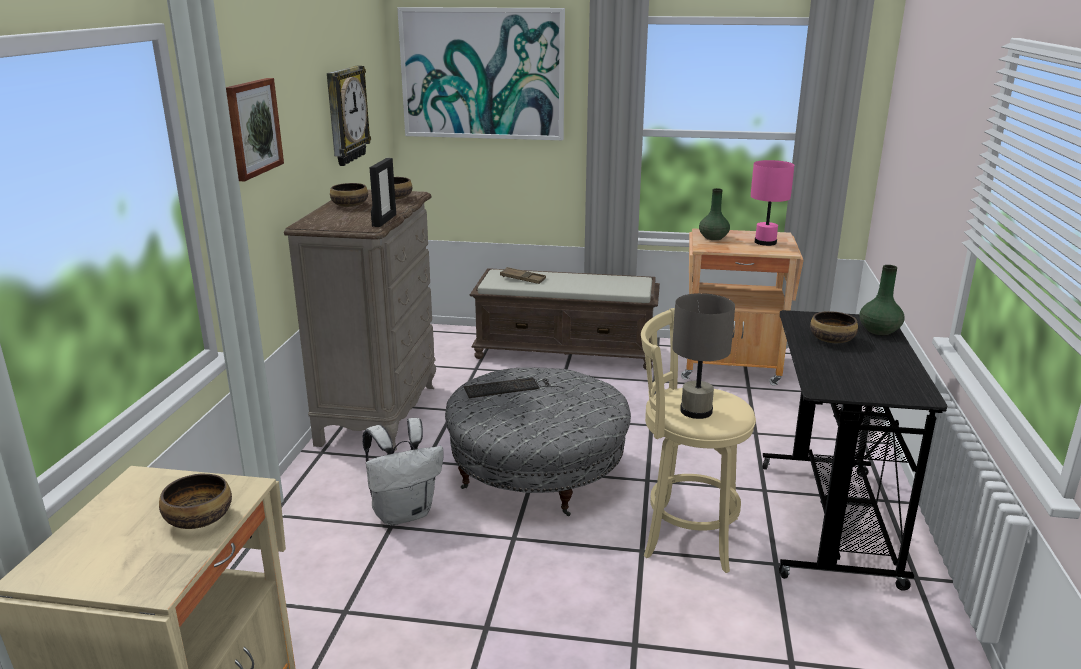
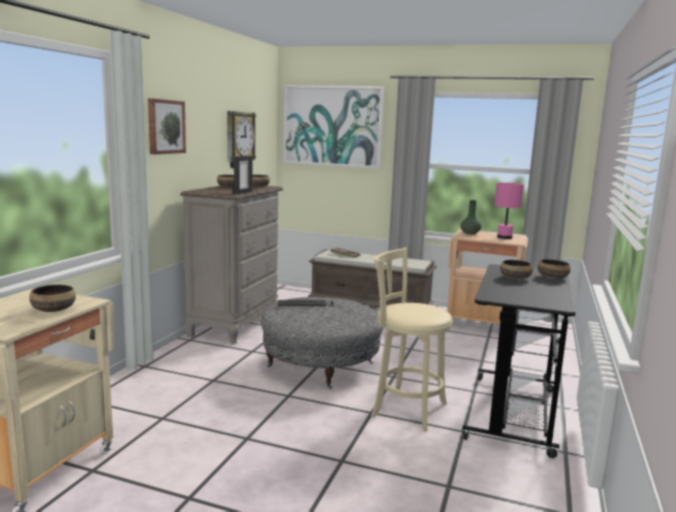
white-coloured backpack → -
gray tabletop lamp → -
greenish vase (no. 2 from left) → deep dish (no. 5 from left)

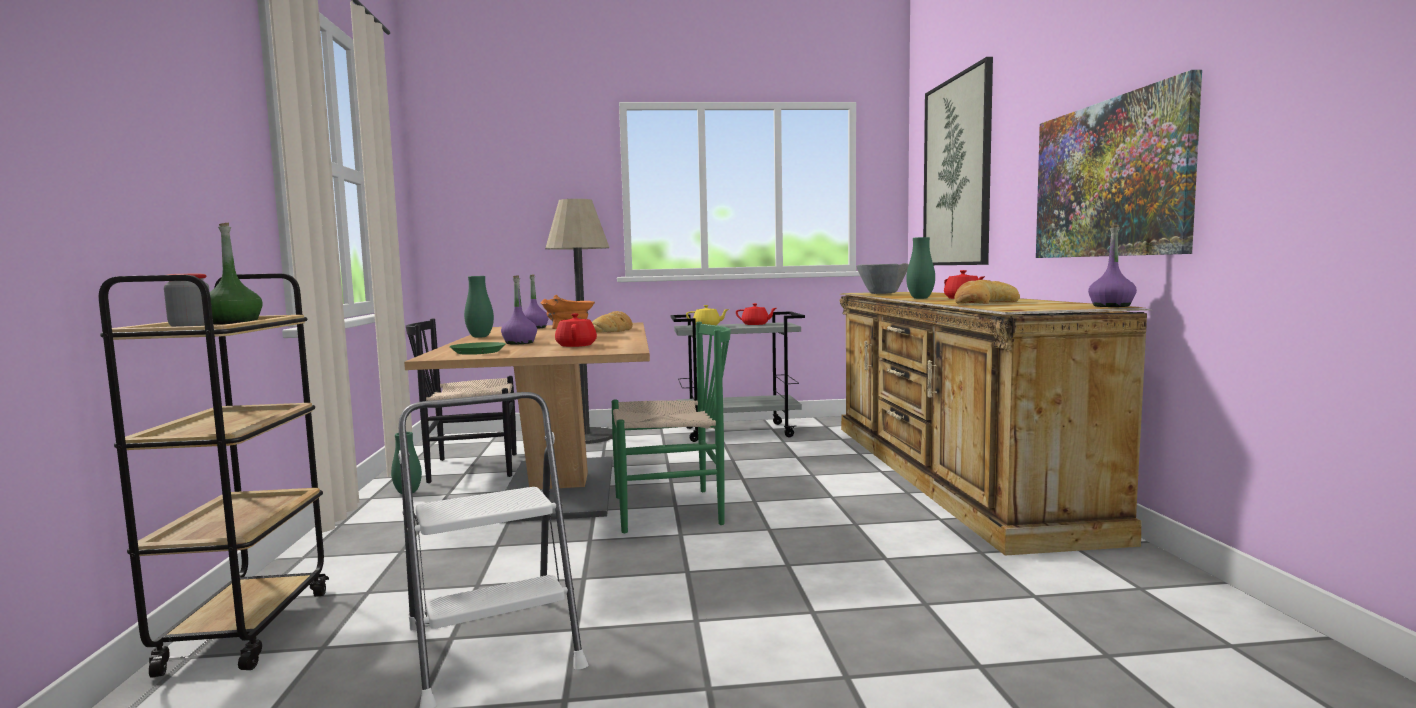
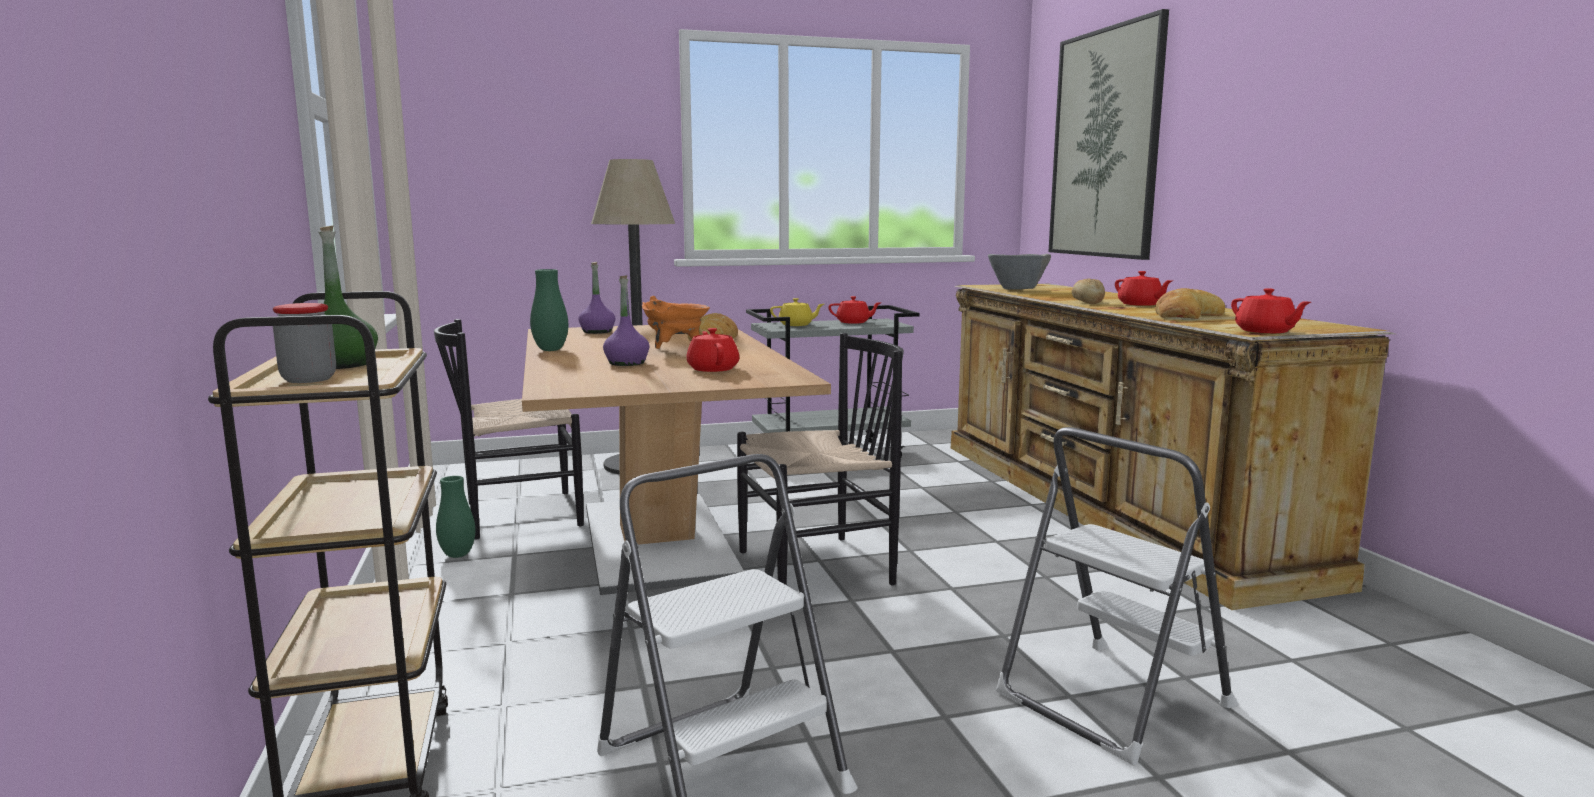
greenish dinner plate → -
greenish chair → black-coloured chair (no. 2 from left)
greenish vase (no. 3 from left) → bakery bread (no. 2 from left)
picture (no. 2 from left) → -
purple-coloured beverage bottle (no. 3 from left) → -
- → white-coloured stepladder (no. 2 from left)
- → red pot for tea (no. 4 from left)

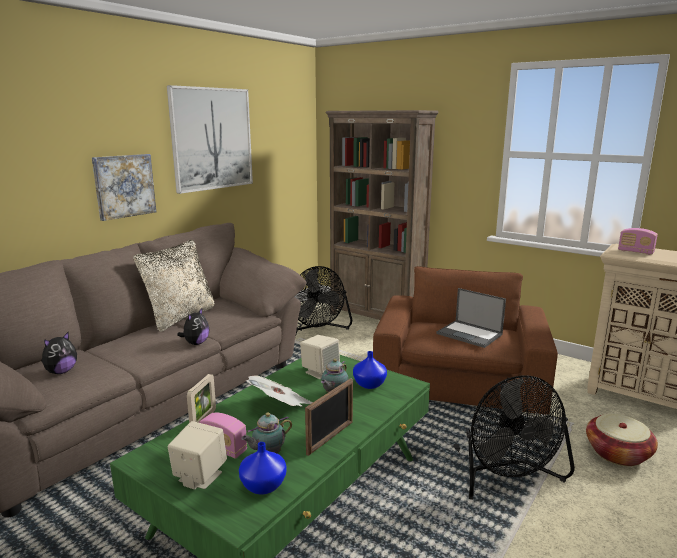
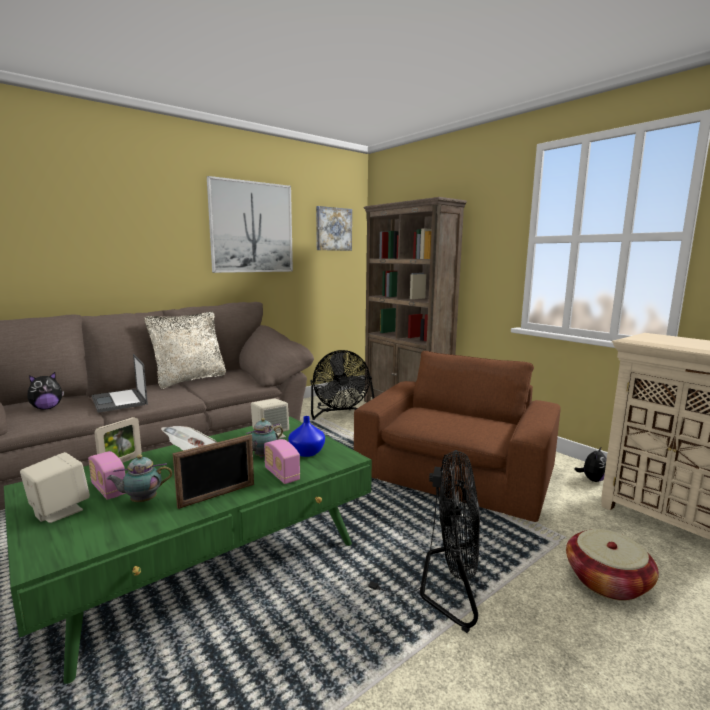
picture (no. 1 from left in the first image) → picture (no. 2 from left), relocated
plush toy (no. 2 from left), relocated
blue vase (no. 1 from left) → -
notebook computer, relocated
black-coloured electric fan (no. 2 from left), 75 degrees counterclockwise
radio receiver (no. 2 from left), relocated

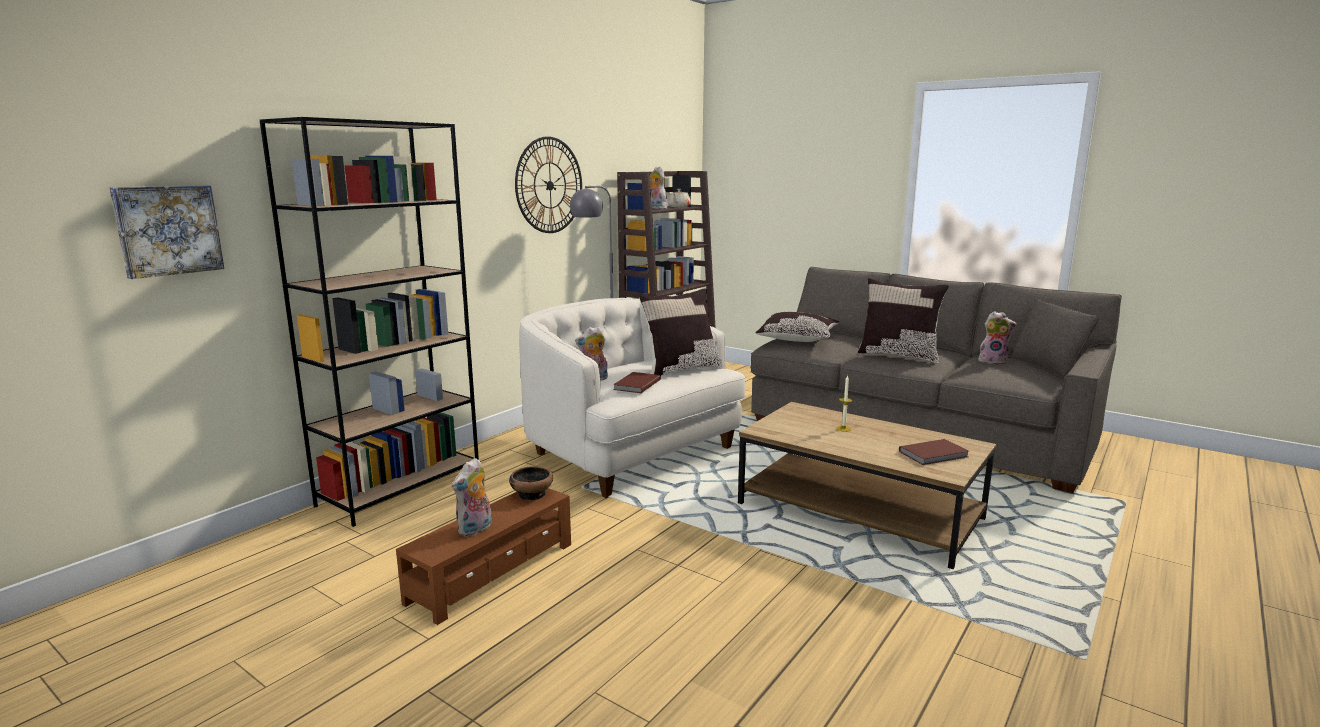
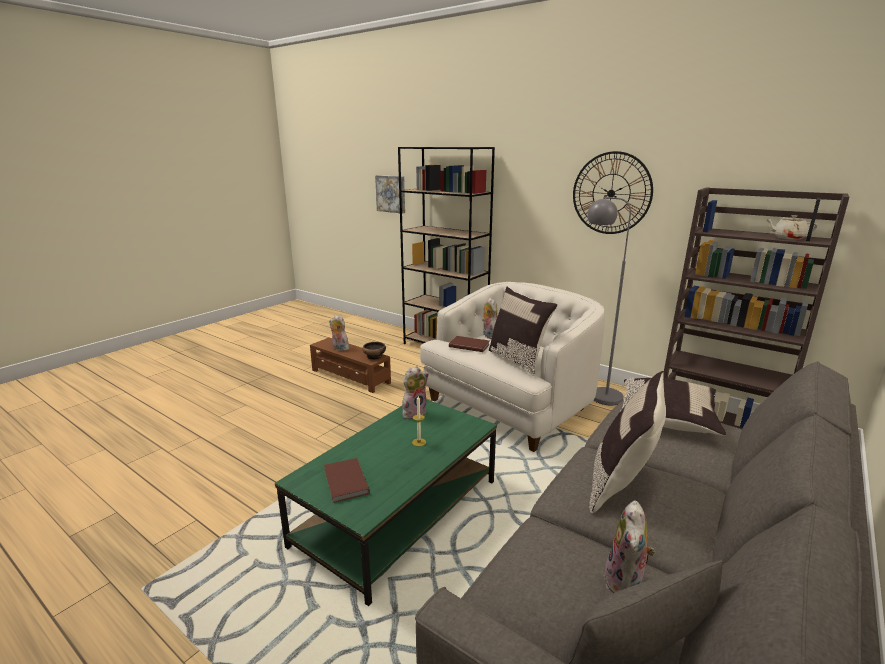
plush toy (no. 3 from left in the first image) → plush toy (no. 2 from left), relocated
brownish lounge table → greenish lounge table

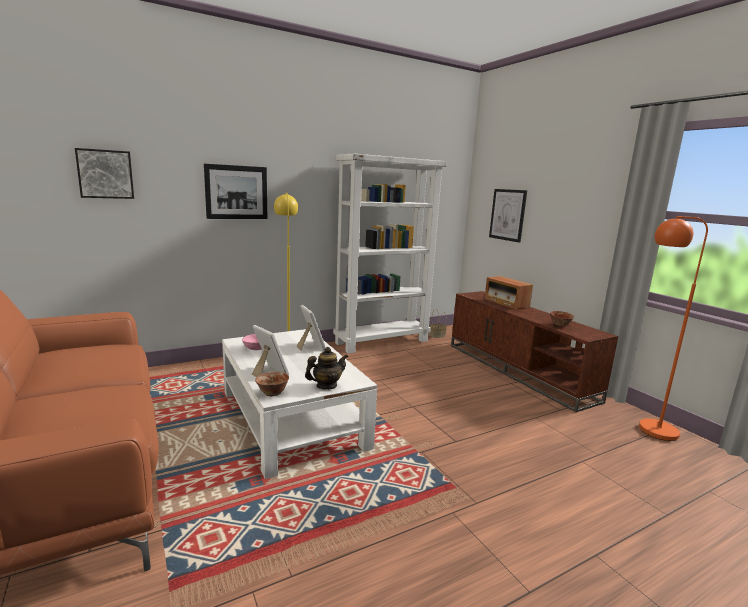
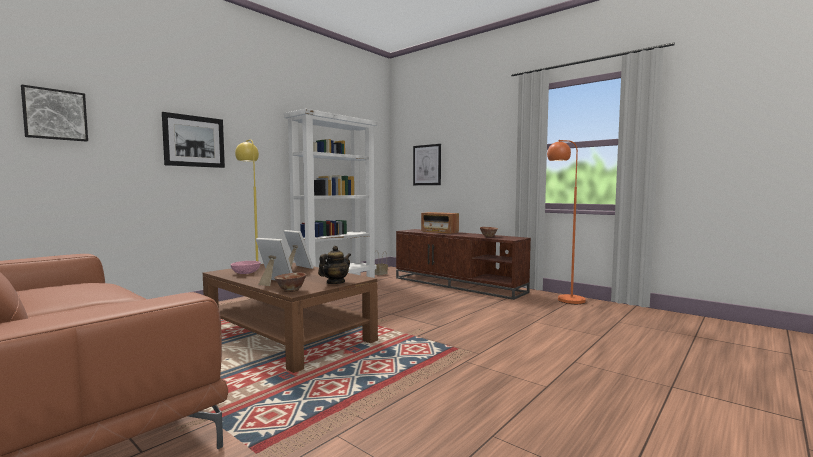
white-coloured lounge table → brownish lounge table

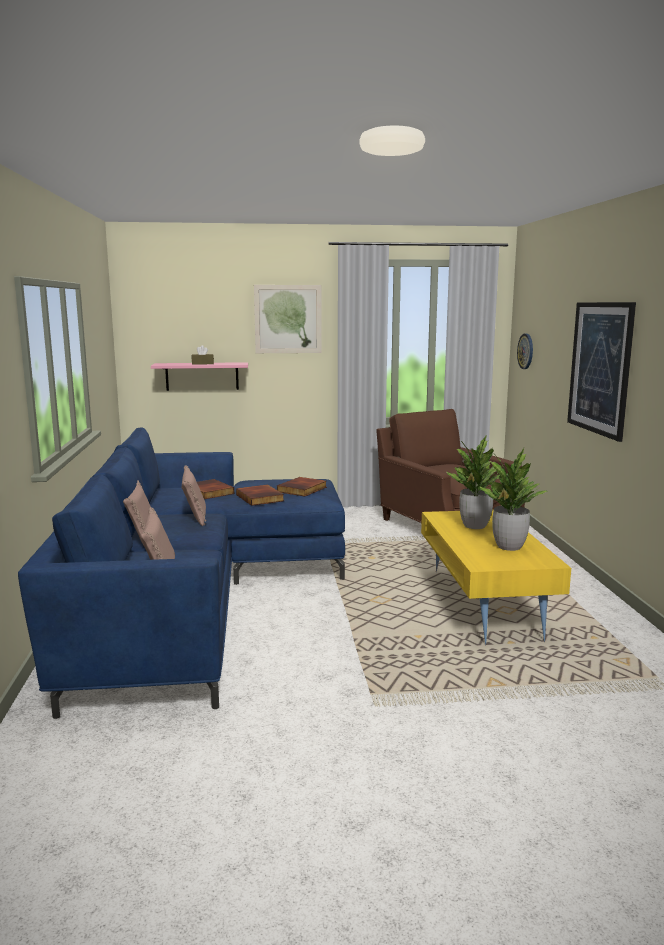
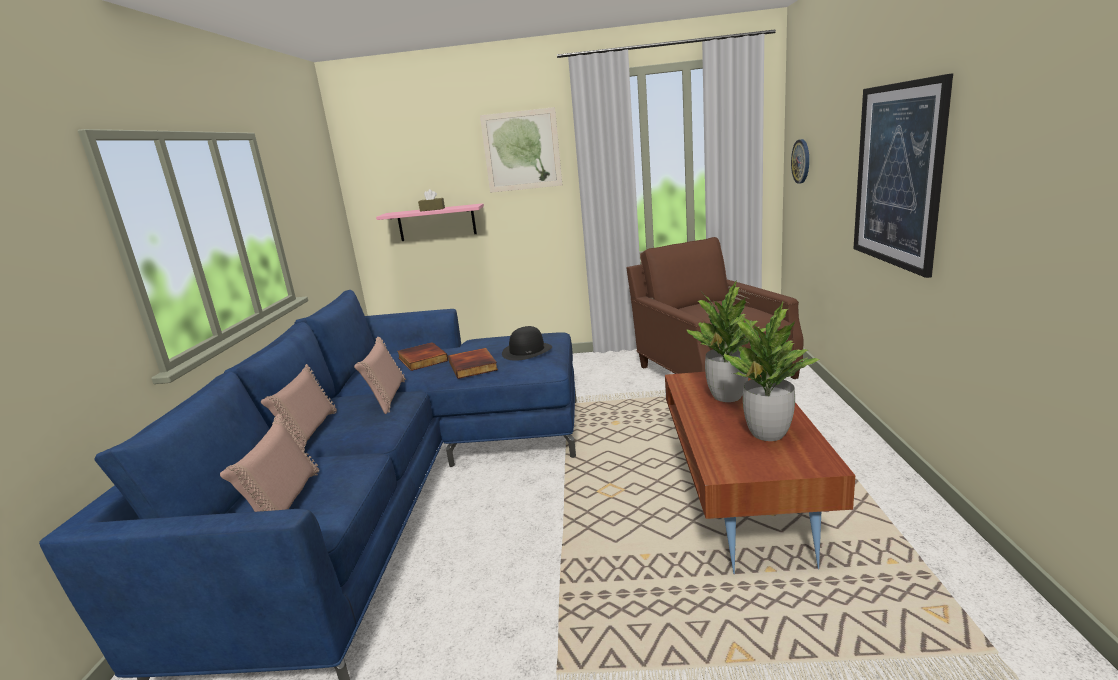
bound book (no. 3 from left) → black-coloured hat
yellowish lounge table → brownish lounge table

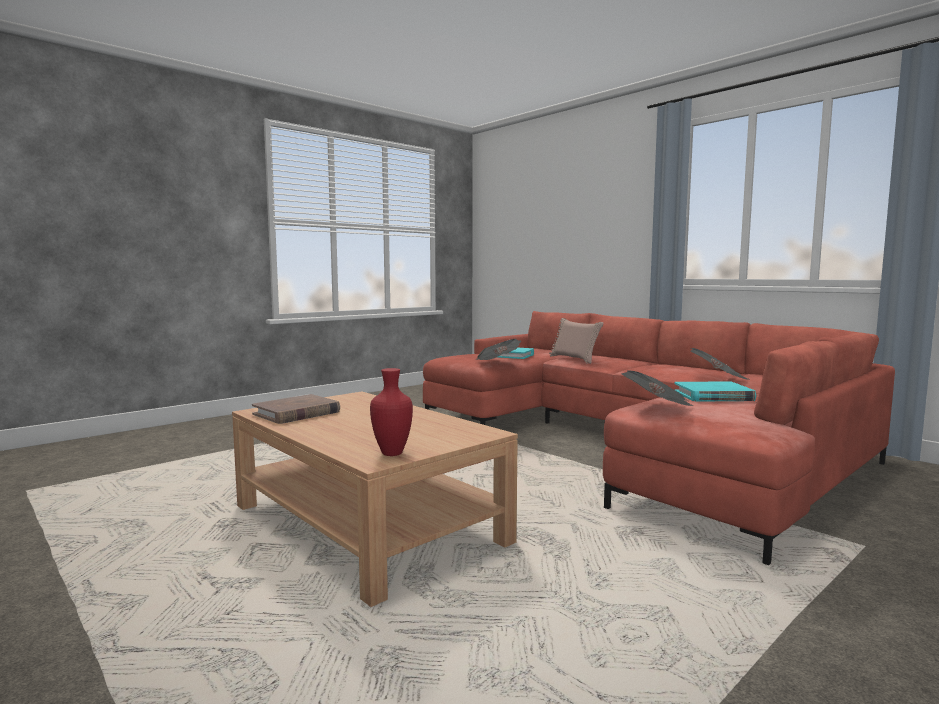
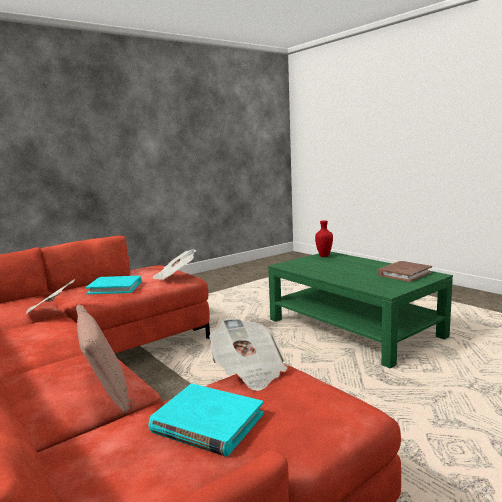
brownish lounge table → greenish lounge table

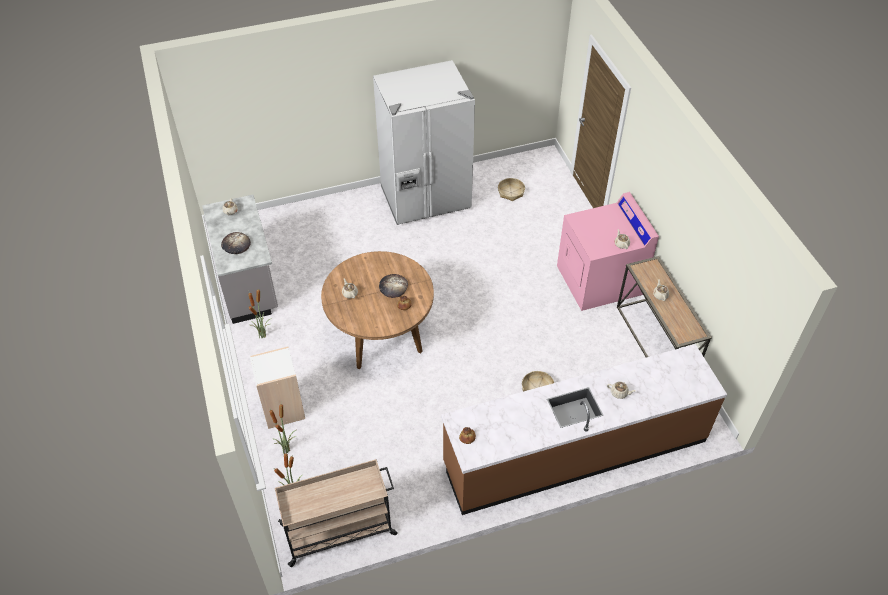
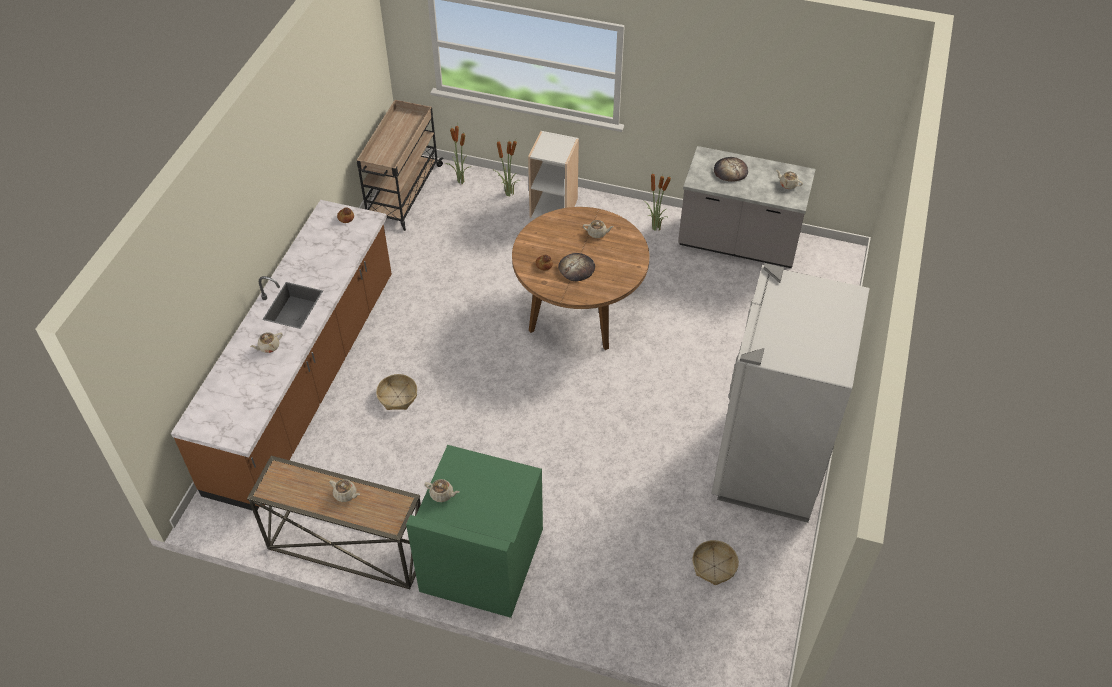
pink washing machine → greenish washing machine

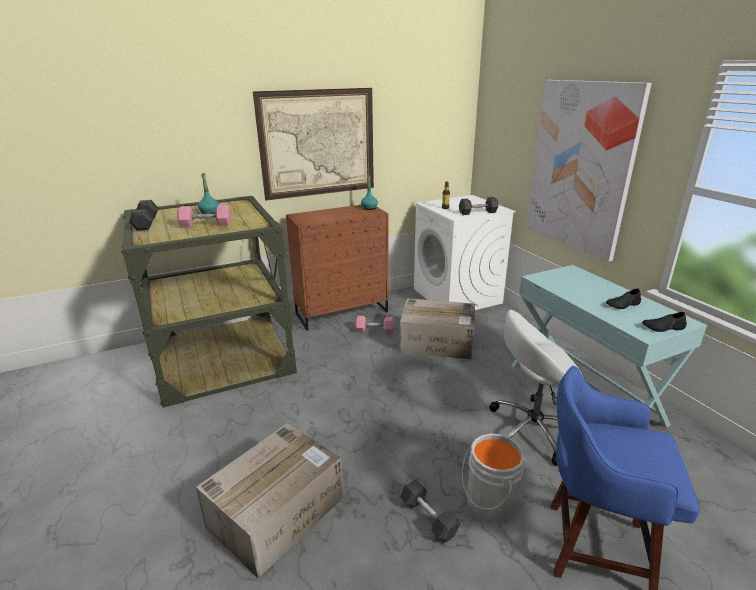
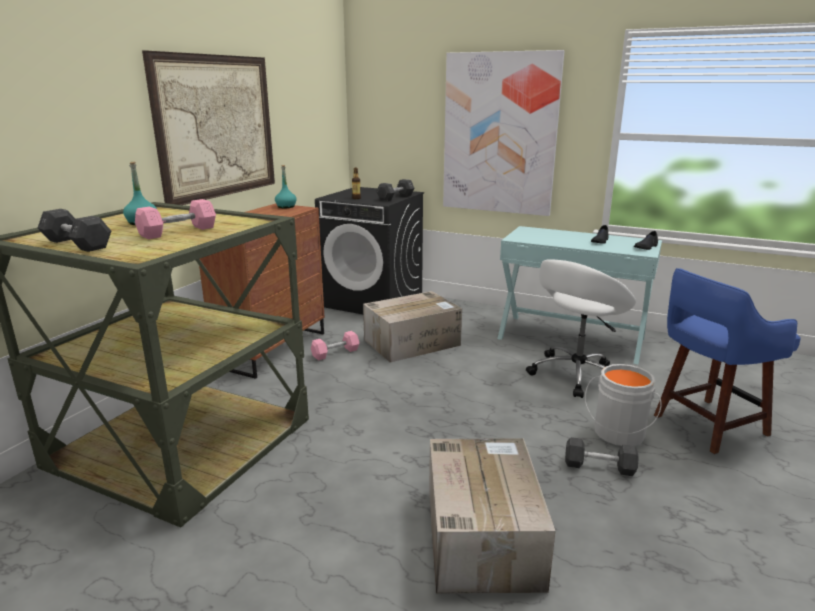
white-coloured washing machine → black-coloured washing machine

